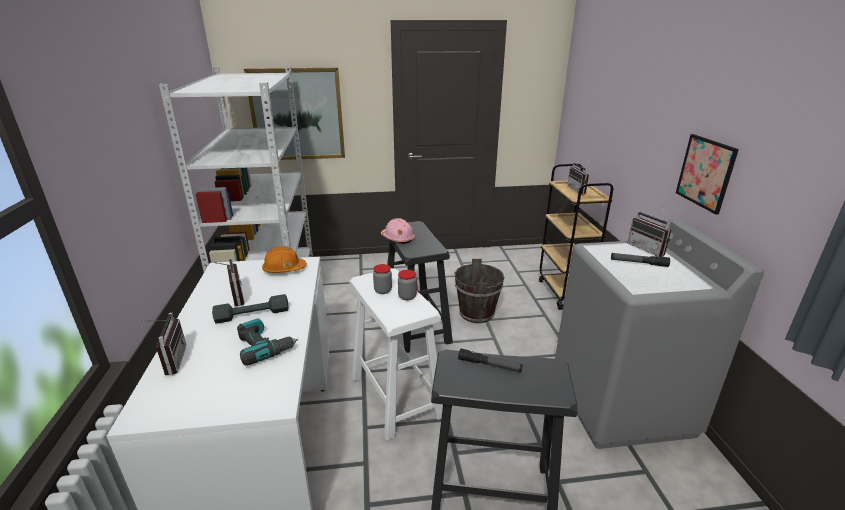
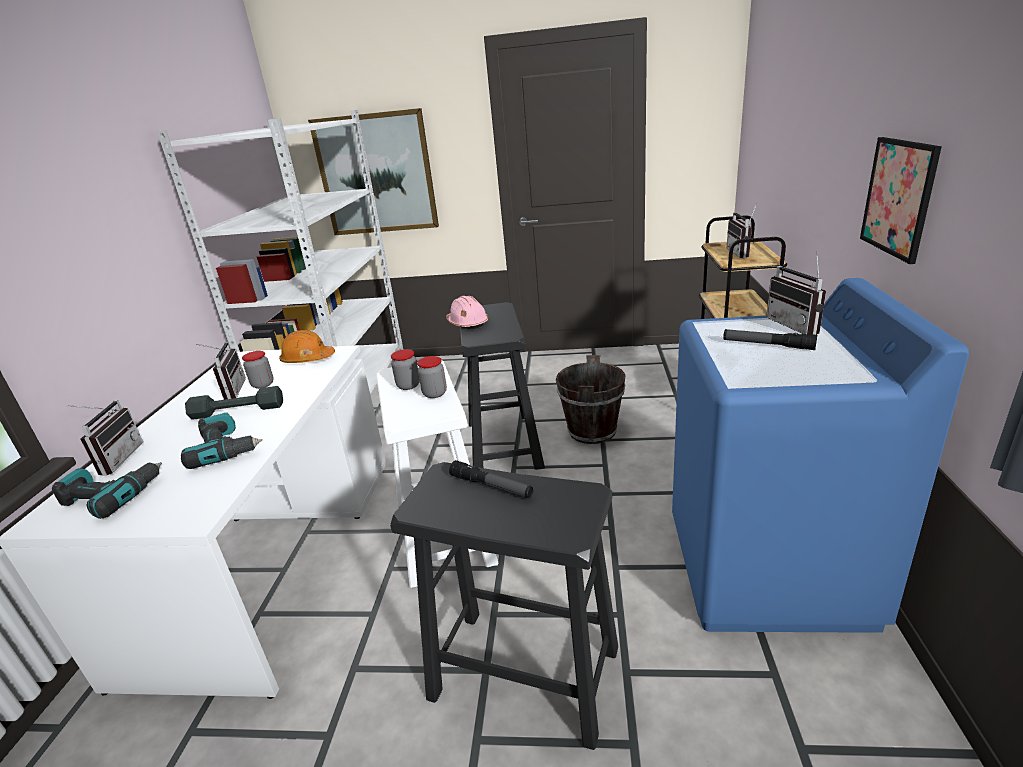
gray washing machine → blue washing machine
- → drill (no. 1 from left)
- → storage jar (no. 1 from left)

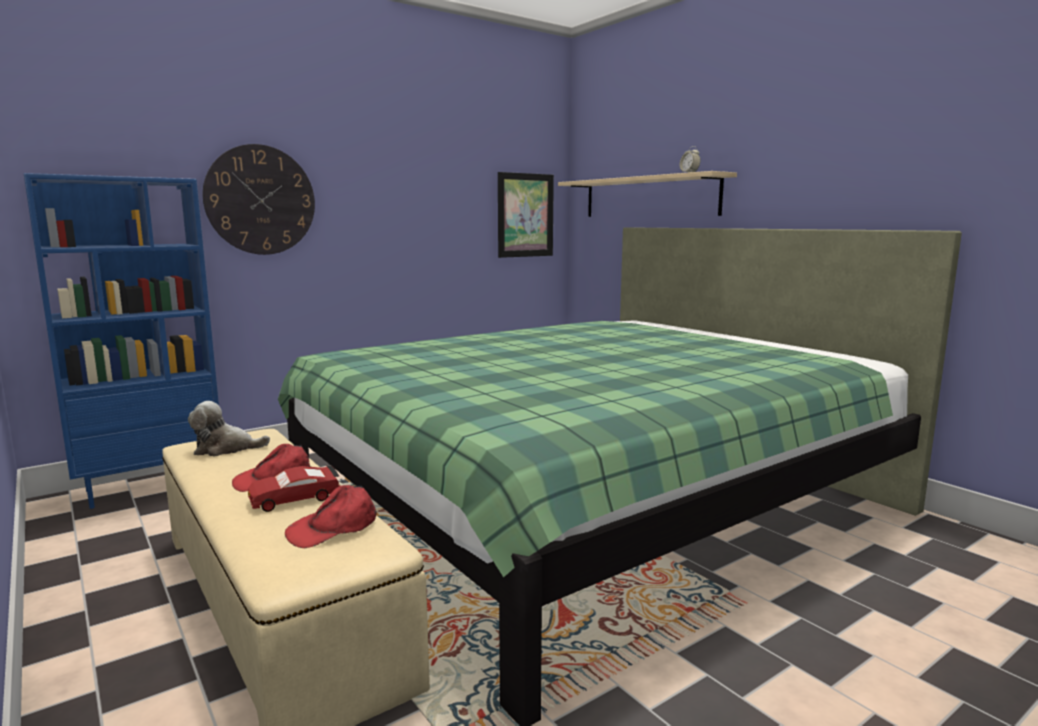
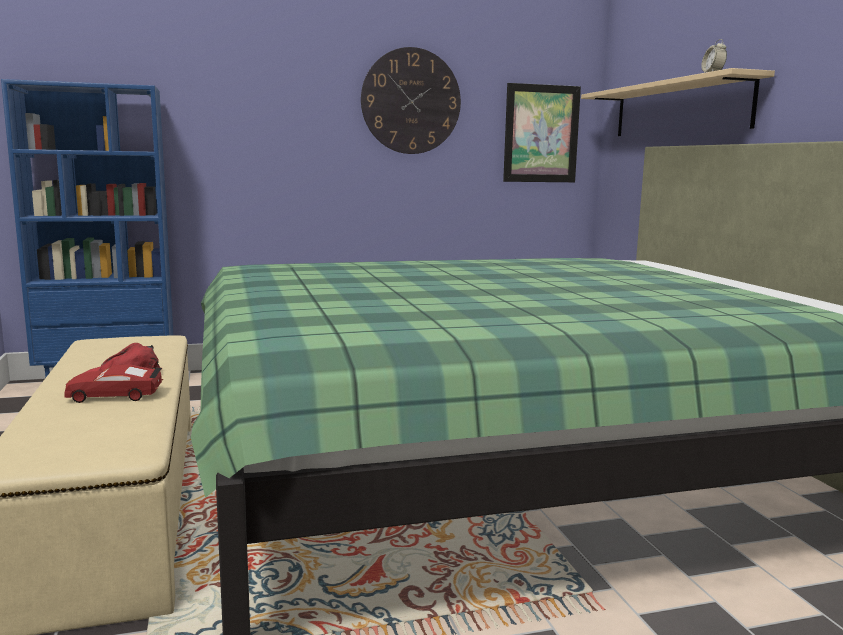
plush toy → -
hanging clock, relocated
red baseball cap (no. 2 from left) → -

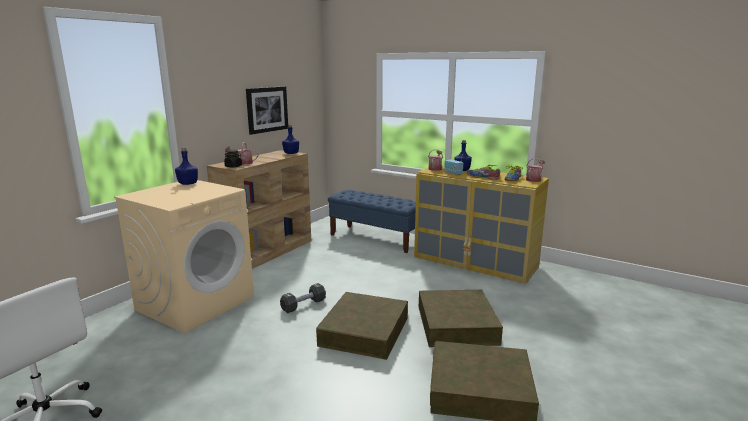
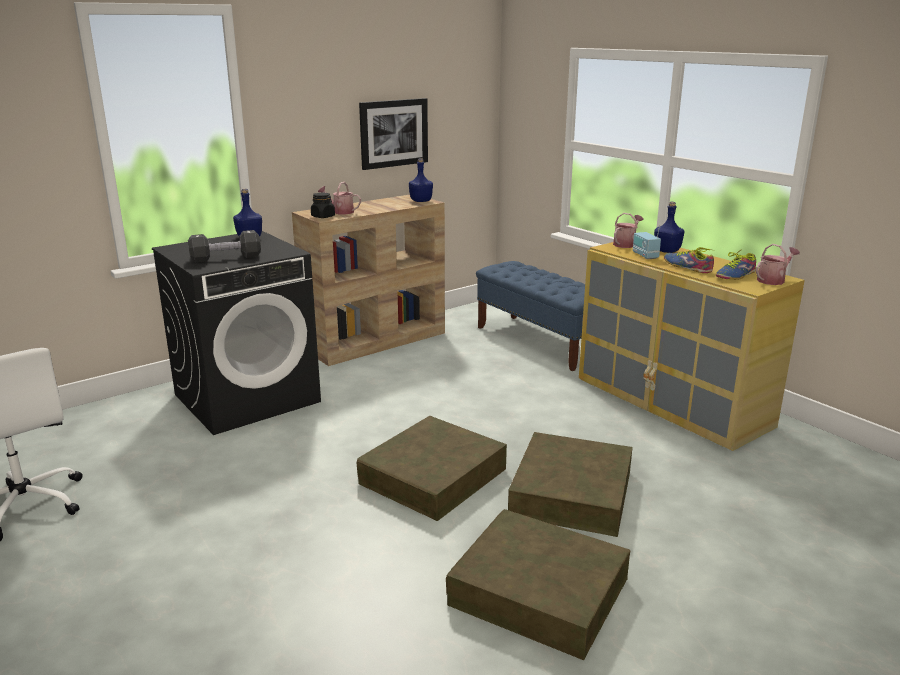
beige-coloured washing machine → black-coloured washing machine
black-coloured free weight, relocated

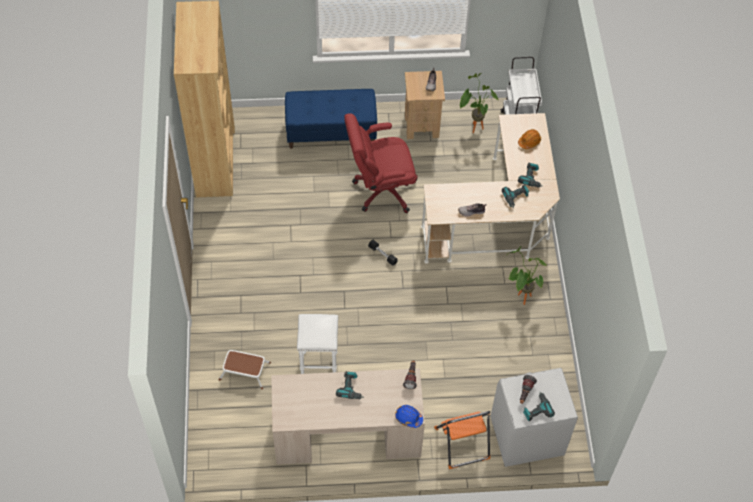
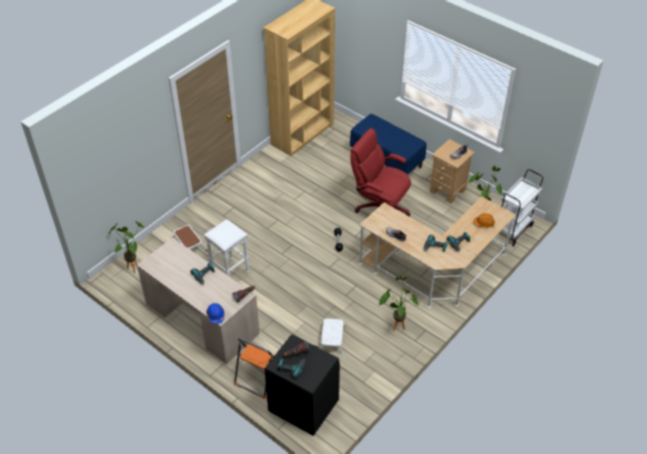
white-coloured washing machine → black-coloured washing machine
- → houseplant (no. 1 from left)
- → white-coloured stepladder

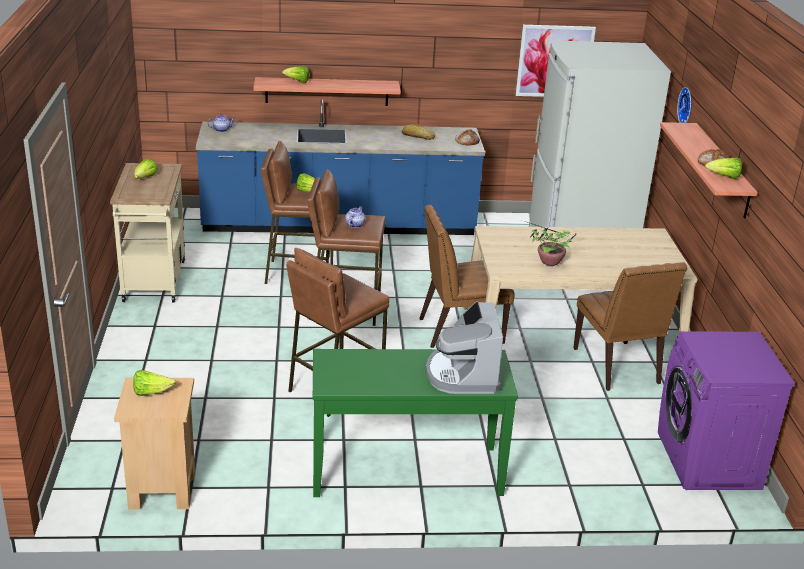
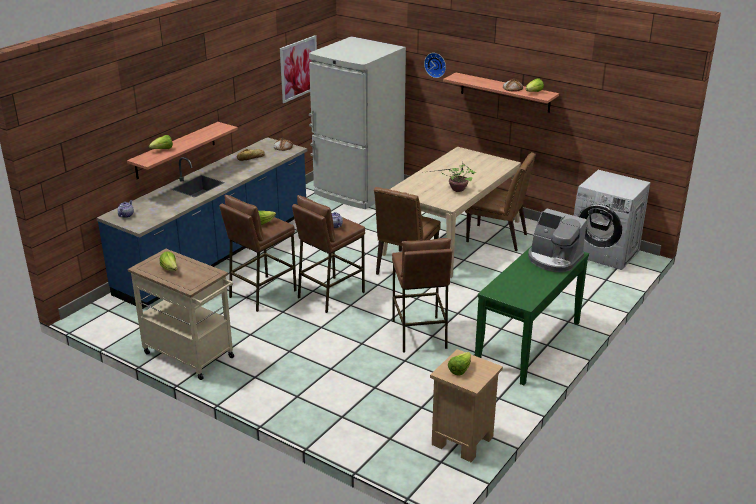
purple-coloured washing machine → white-coloured washing machine

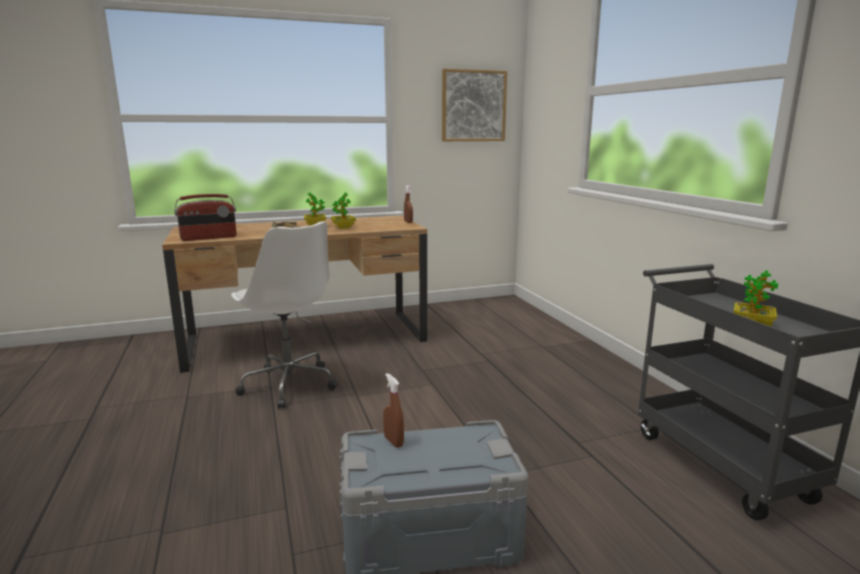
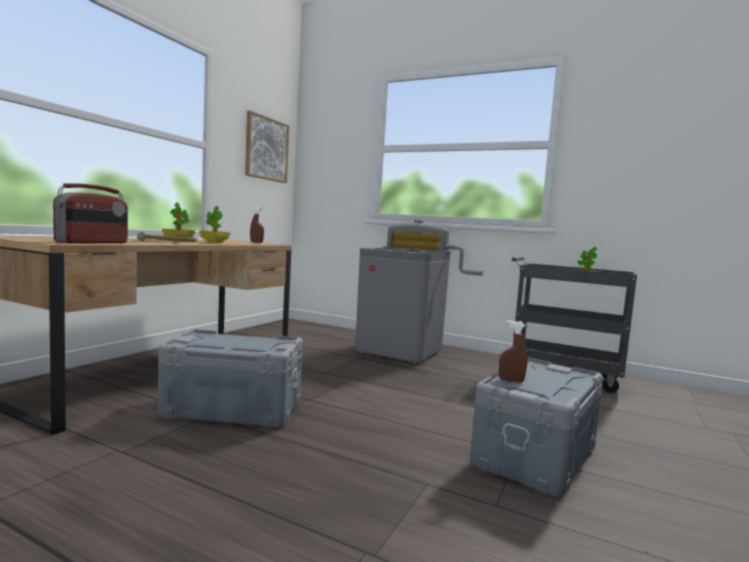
white-coloured office chair → gray storage box (no. 1 from left)
- → gray washing machine

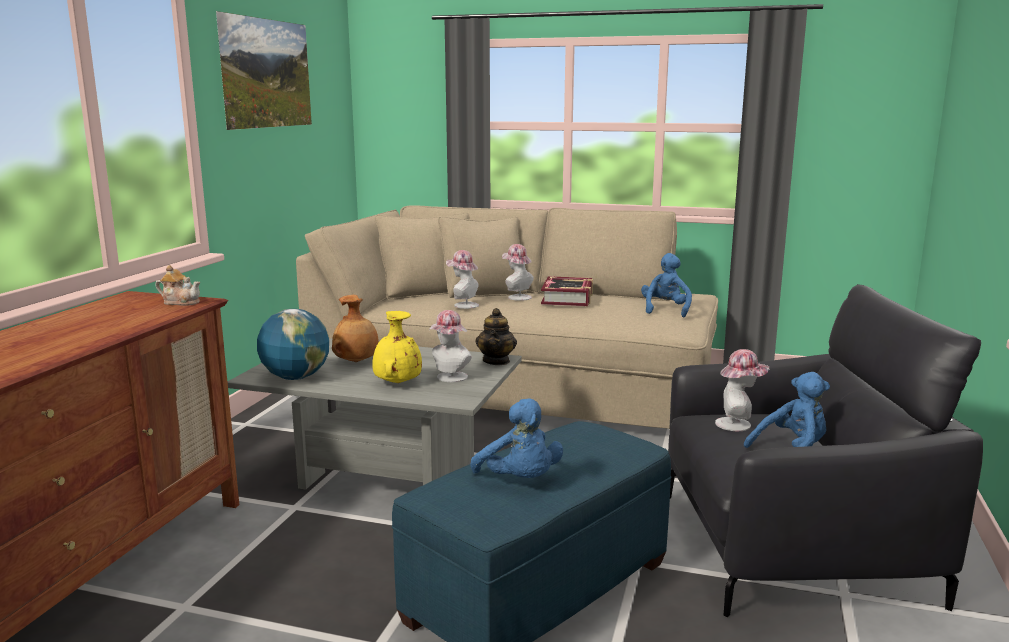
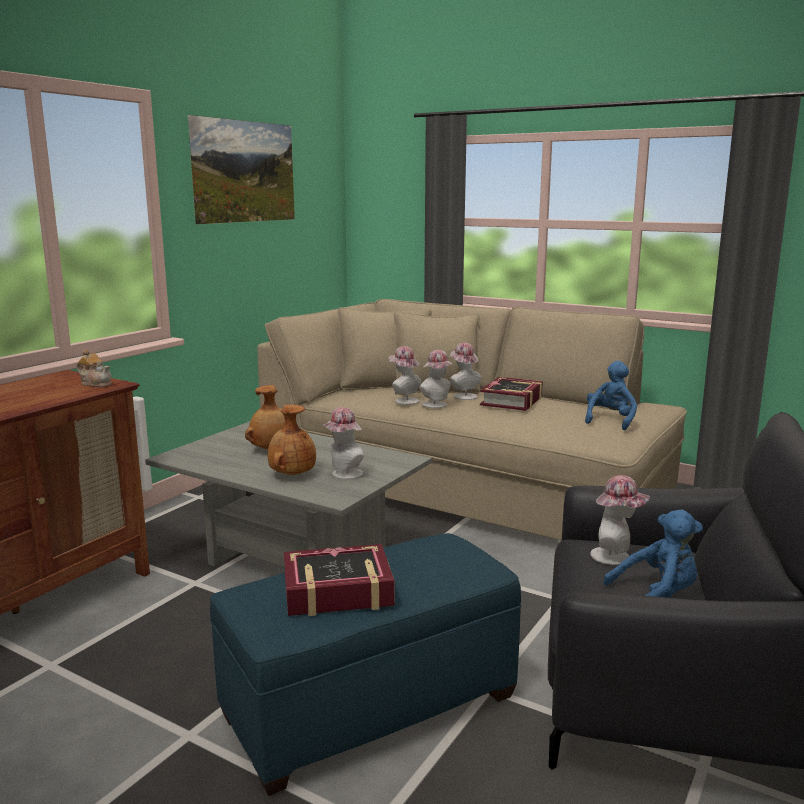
globe → -
yellowish vase → brownish vase (no. 2 from left)
blue plush toy (no. 1 from left) → bound book (no. 1 from left)
pot for tea (no. 2 from left) → -
- → hat (no. 3 from left)

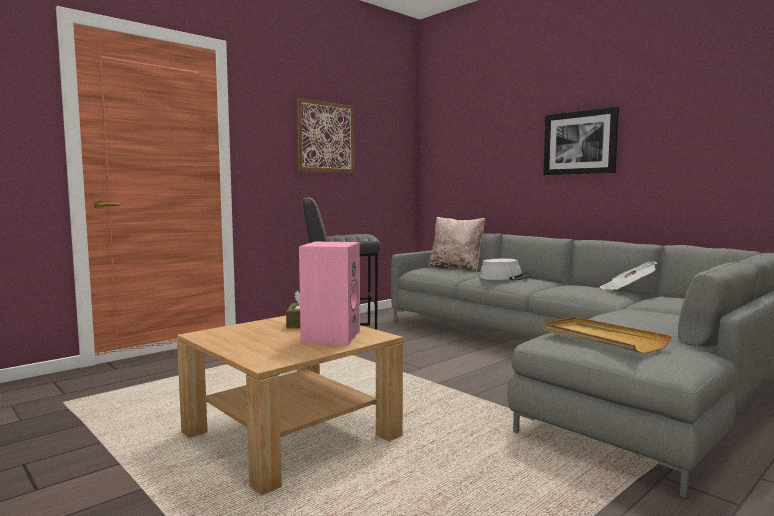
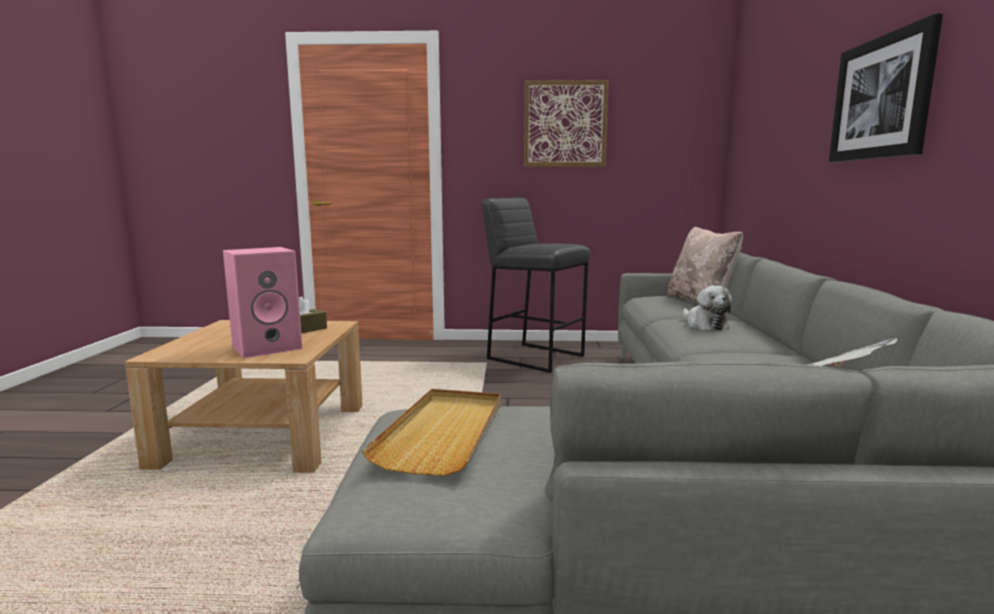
gray hat → plush toy

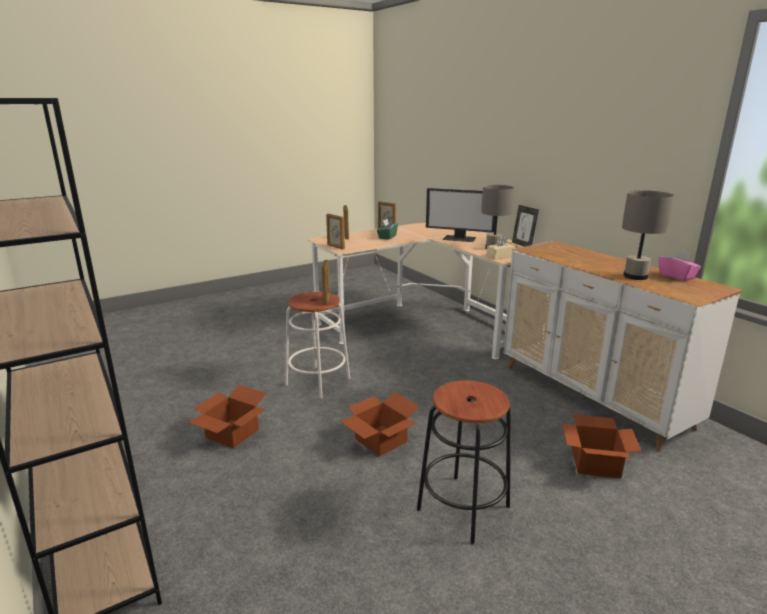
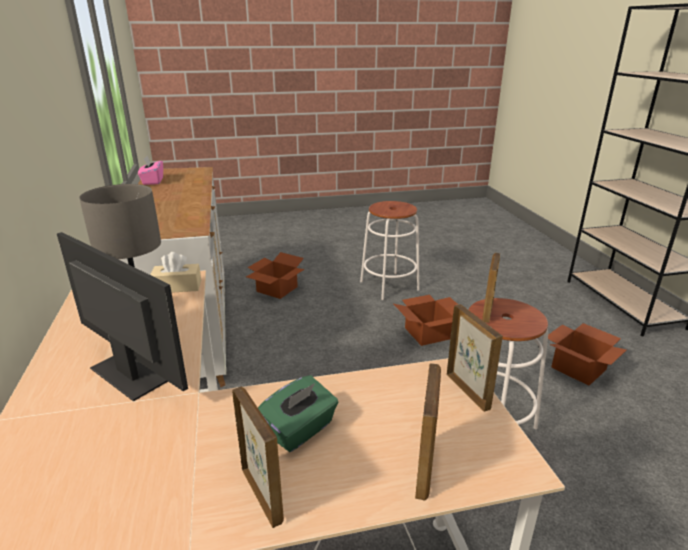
black-coloured stool seat → white-coloured stool seat (no. 1 from left)
picture frame (no. 5 from left) → -
gray tabletop lamp (no. 2 from left) → -

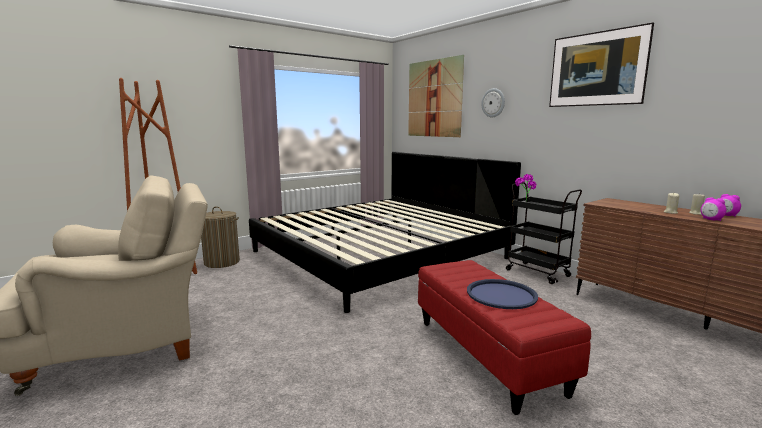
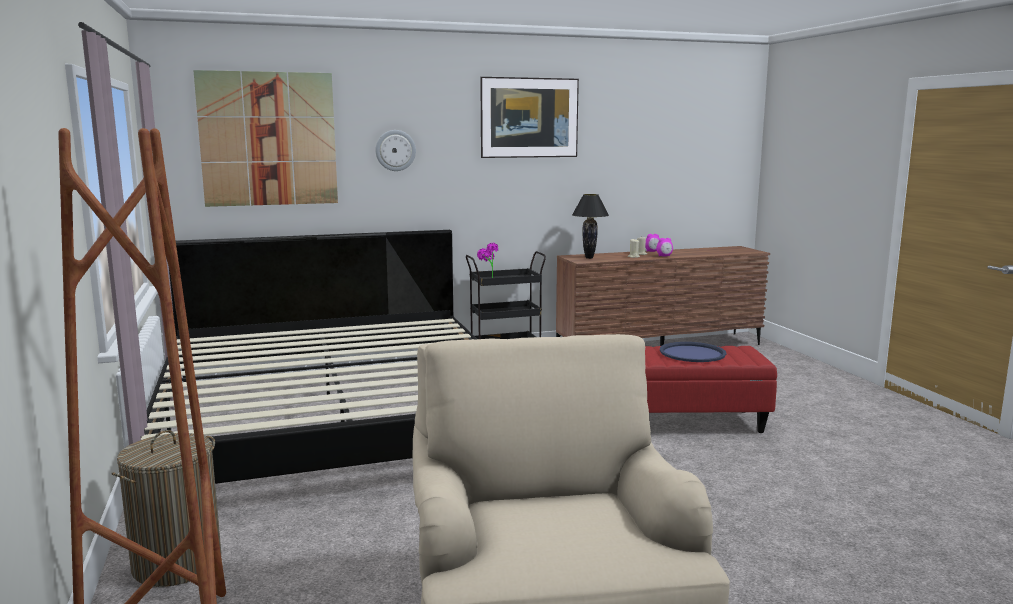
- → black-coloured tabletop lamp

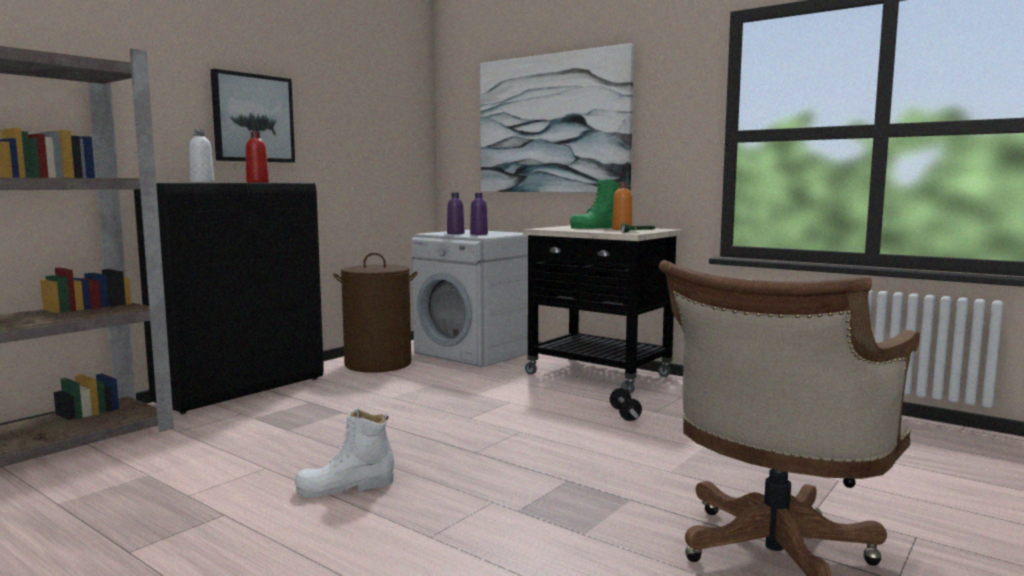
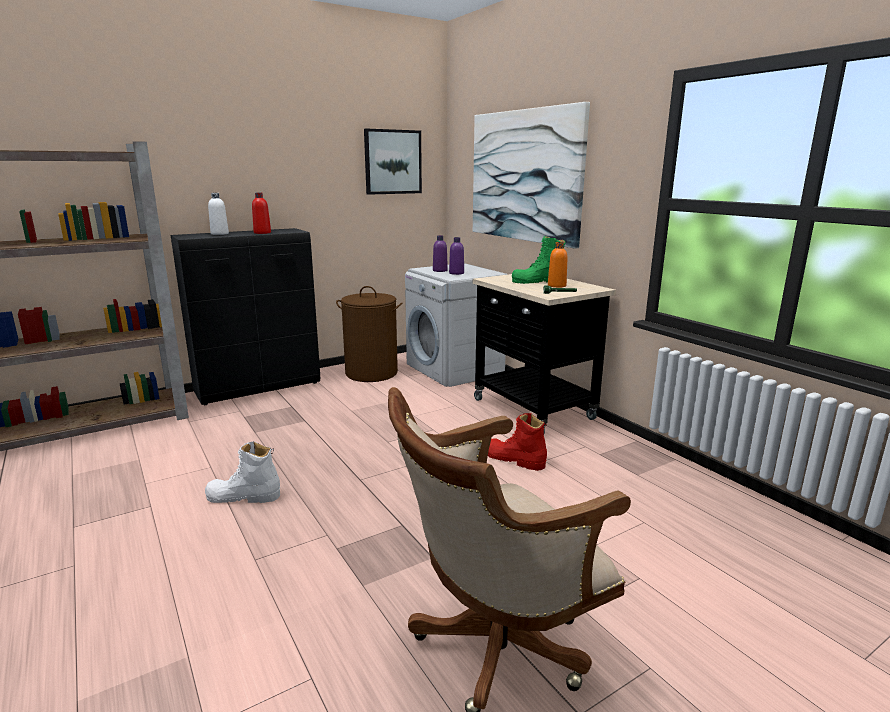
picture (no. 1 from left), relocated
free weight → red boot

